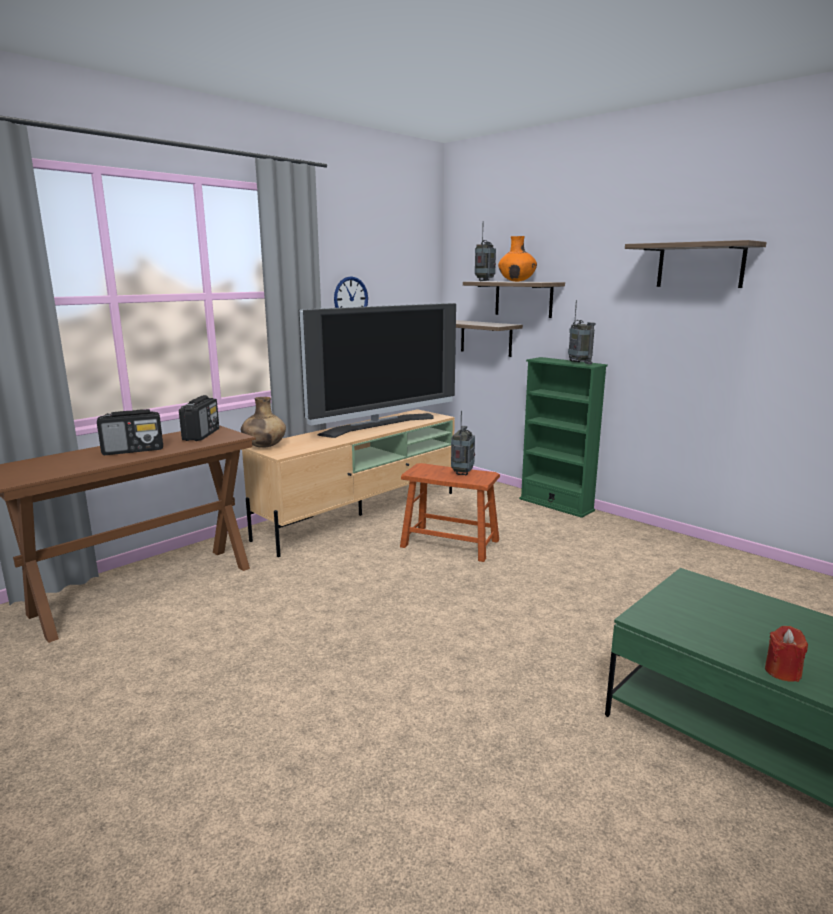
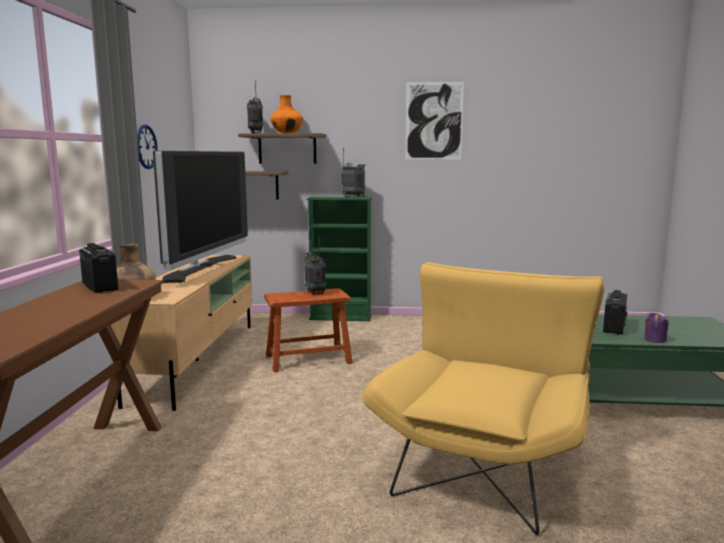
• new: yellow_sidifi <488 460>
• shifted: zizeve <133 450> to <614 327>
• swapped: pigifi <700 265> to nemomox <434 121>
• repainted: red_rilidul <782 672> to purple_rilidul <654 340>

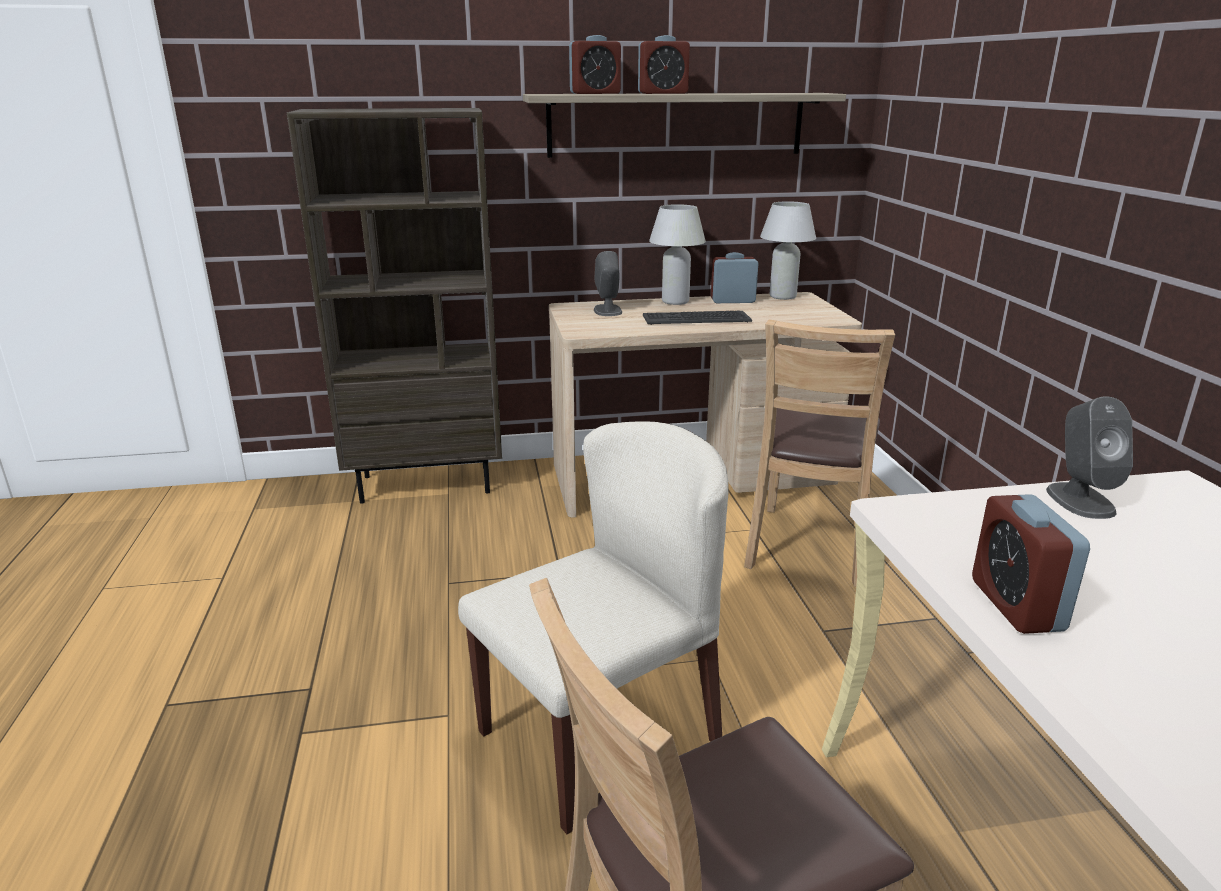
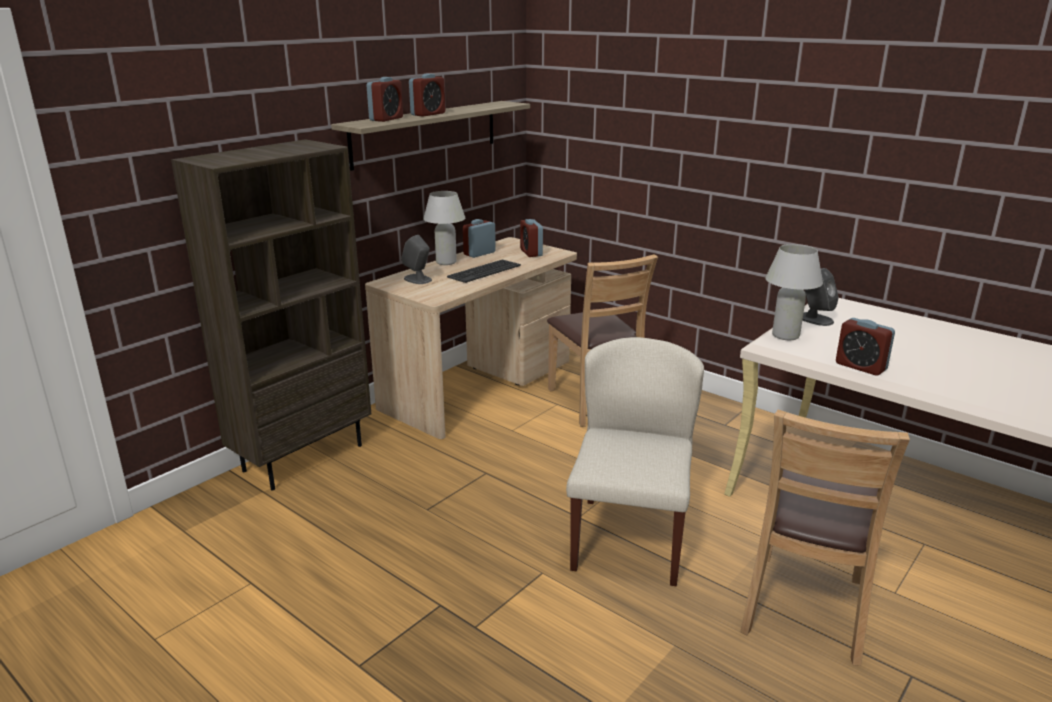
• new: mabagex <531 253>
• shifted: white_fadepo <782 296> to <785 336>

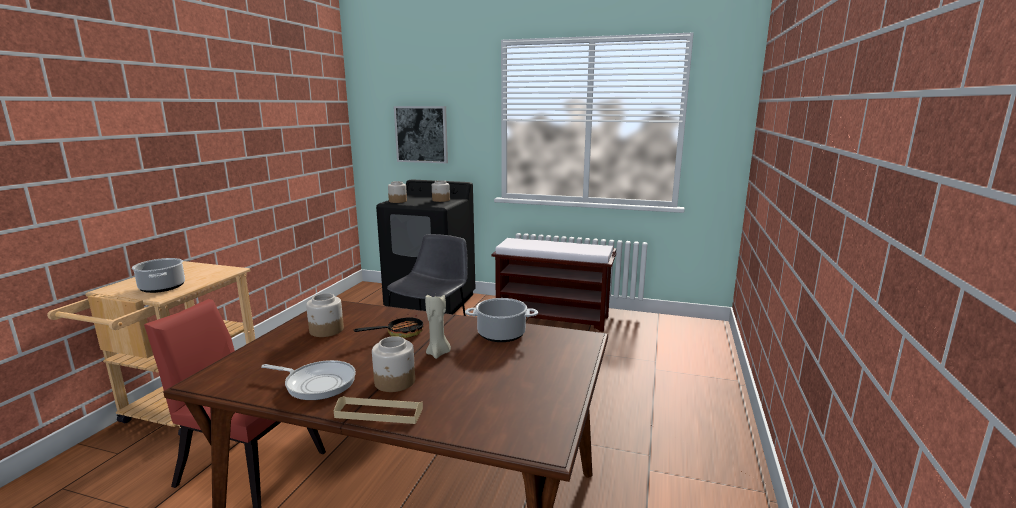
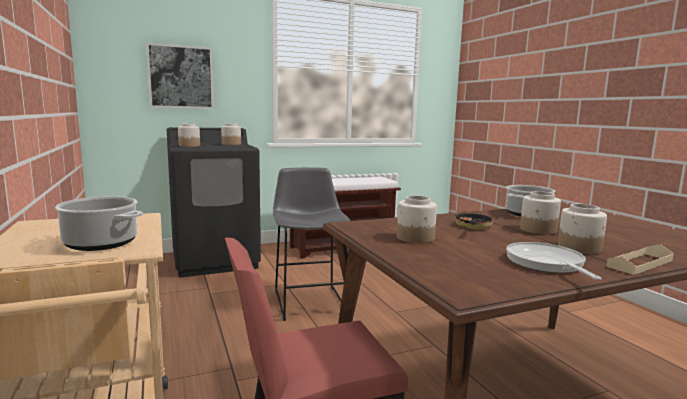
• swapped: beige_rilidul <438 353> to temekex <538 230>
• rotated: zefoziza <317 383> = <546 264> 75 degrees counterclockwise

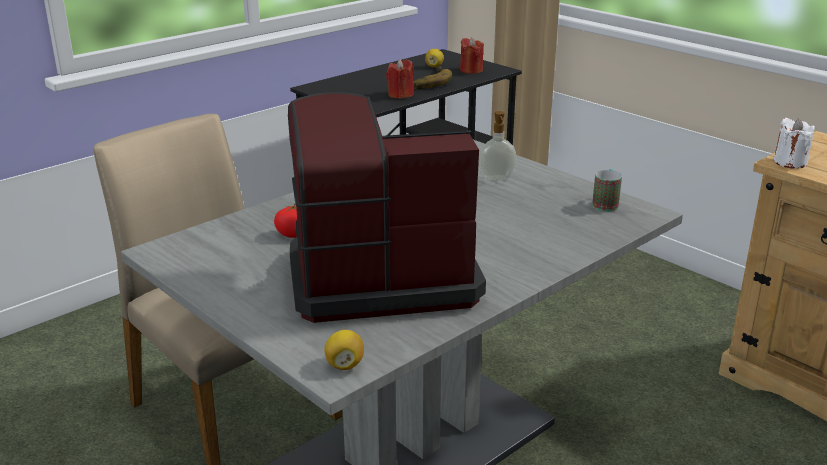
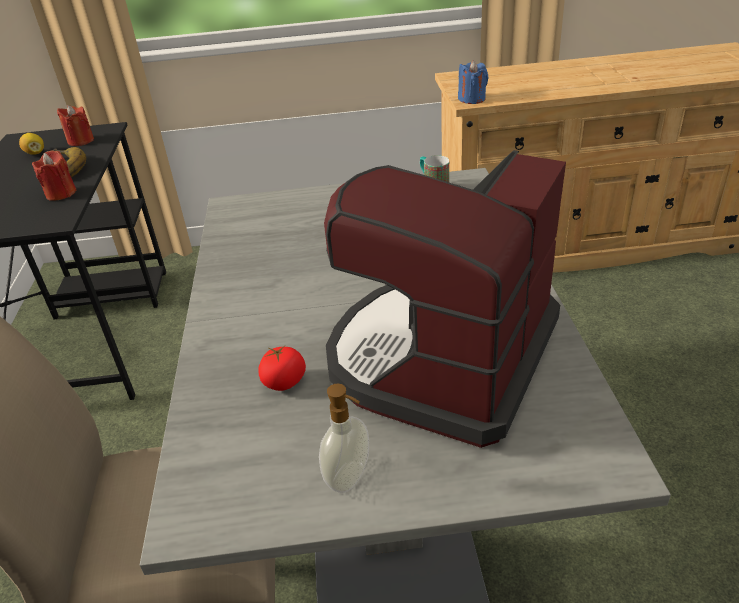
• gone: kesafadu <344 364>
• shifted: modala <496 179> to <350 477>
• repainted: white_rilidul <790 162> to blue_rilidul <472 99>

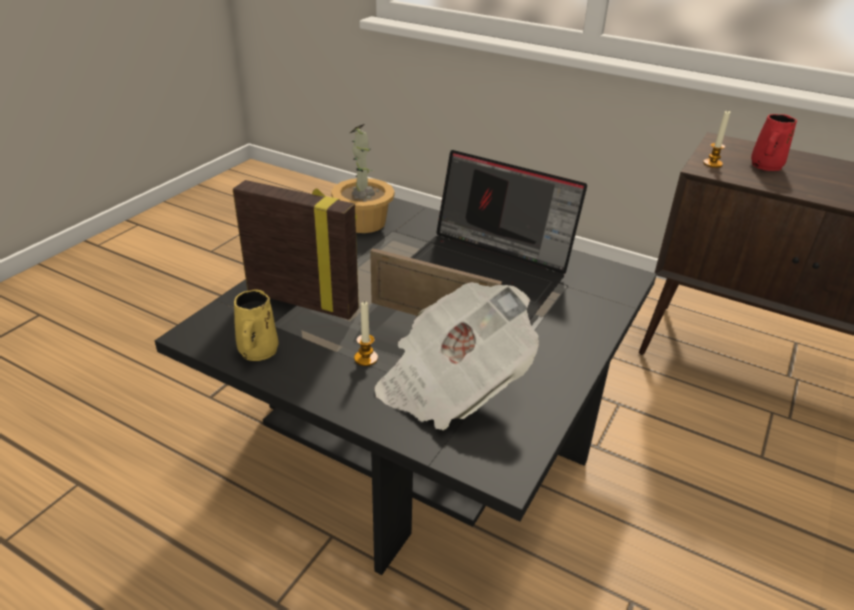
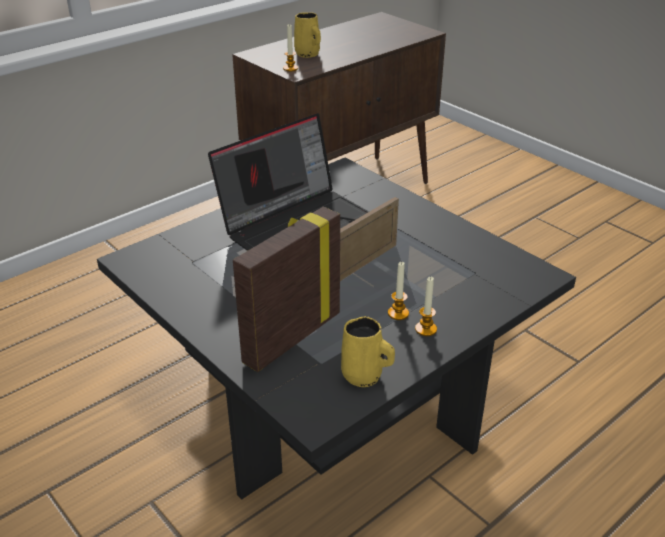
• gone: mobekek <364 222>
• gone: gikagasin <451 384>
• new: rilidul <426 329>
• repainted: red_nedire <765 166> to yellow_nedire <308 54>

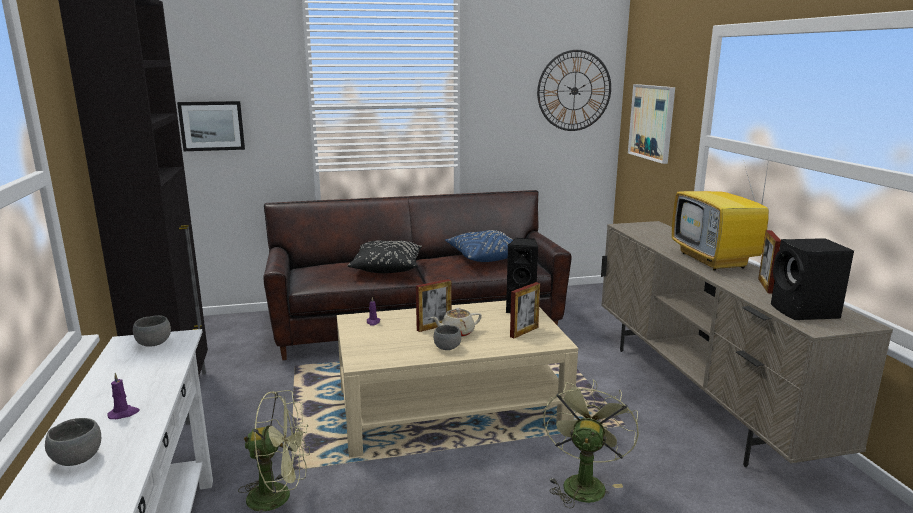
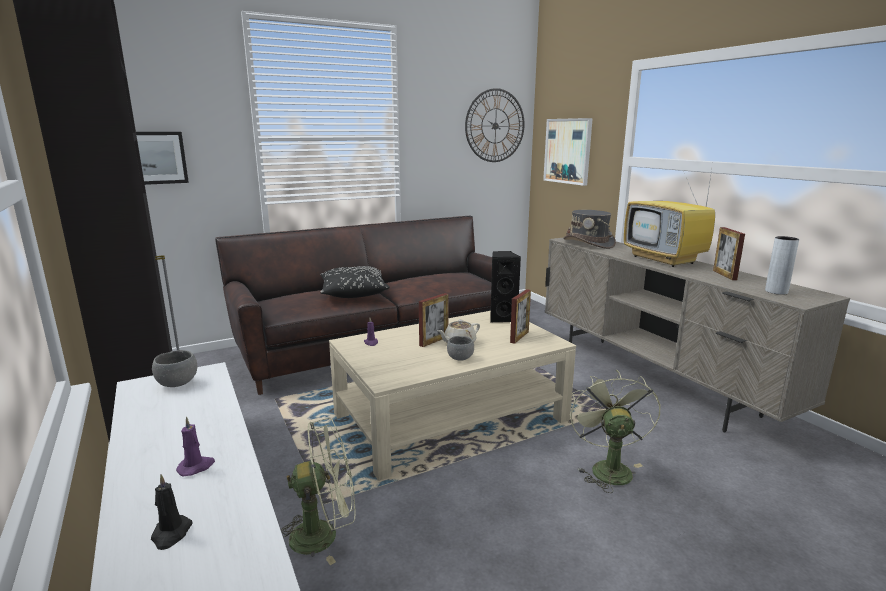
• gone: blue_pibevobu <484 257>
• new: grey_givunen <589 243>
• swapped: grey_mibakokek <77 459> to black_rilidul <171 534>
• swapped: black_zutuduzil <804 312> to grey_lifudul <776 291>

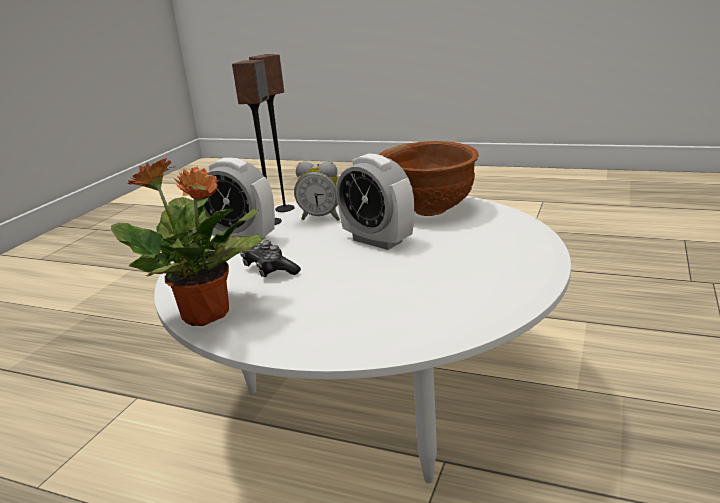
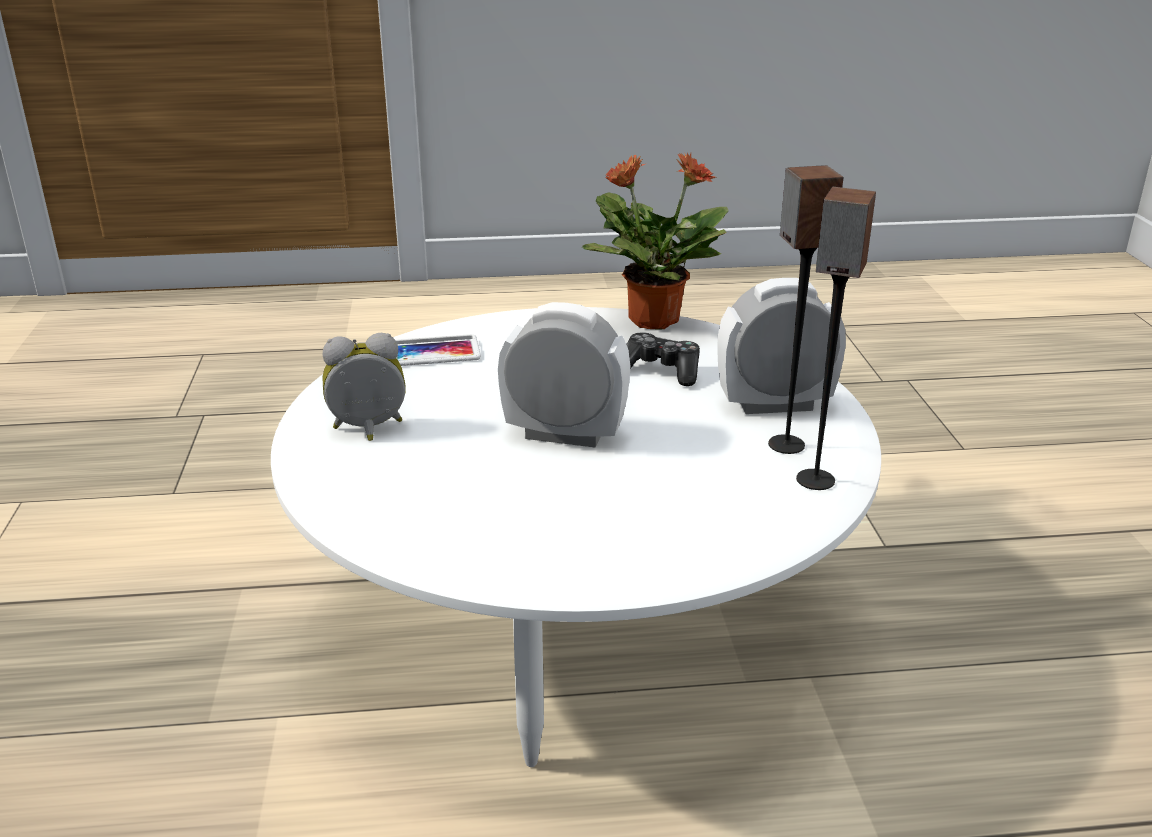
• gone: brown_mibakokek <429 211>
• new: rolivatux <434 352>
• shifted: mabagex <322 217> to <368 431>

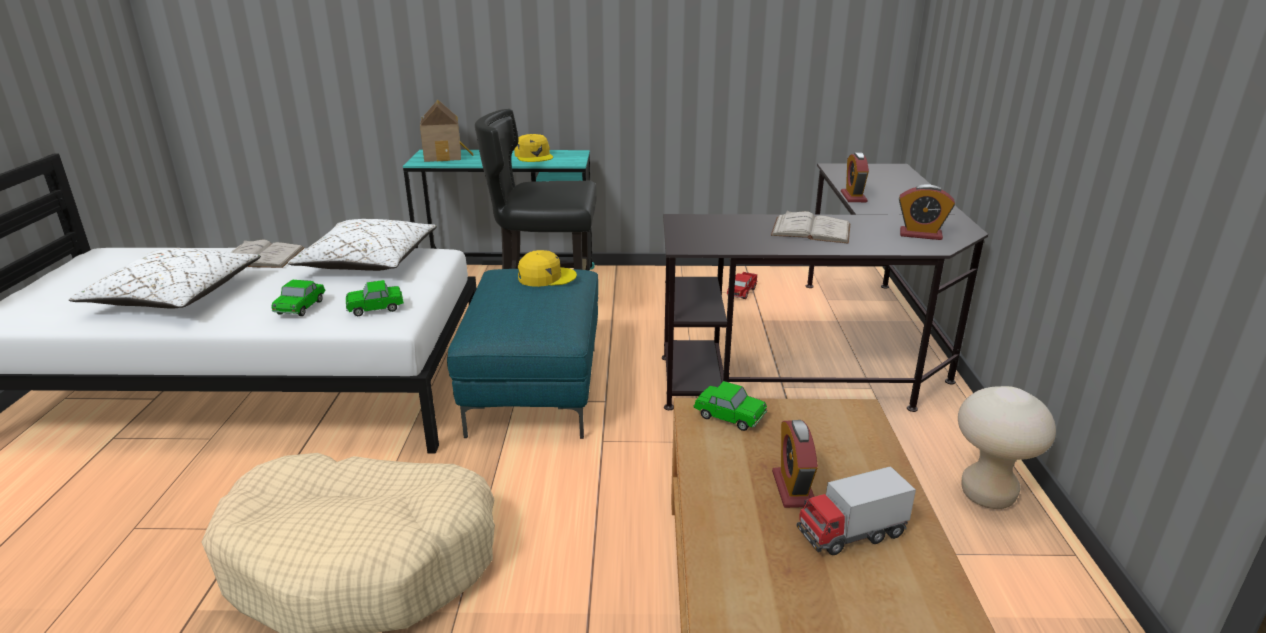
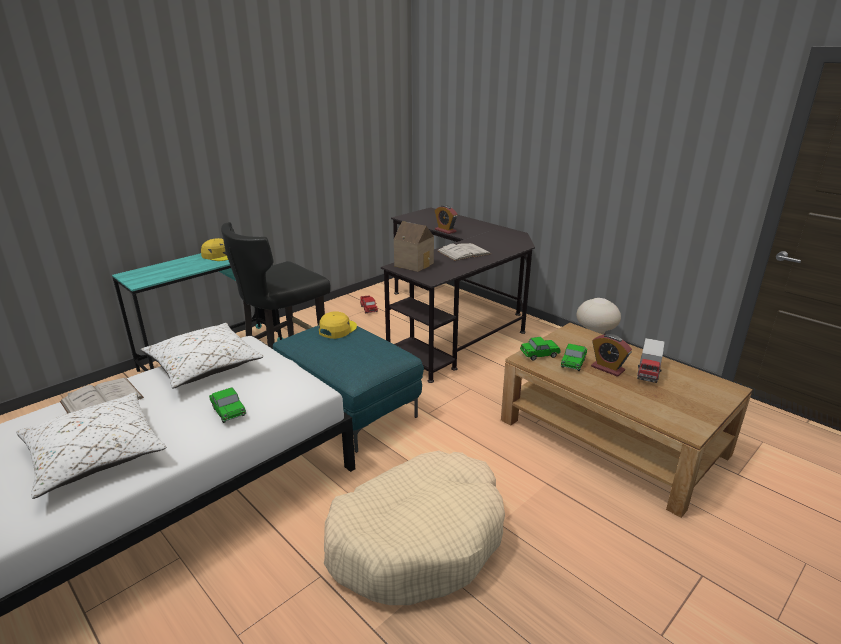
• gone: mabagex <920 234>
• shifted: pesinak <375 308> to <573 363>
• shifted: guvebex <445 156> to <414 264>

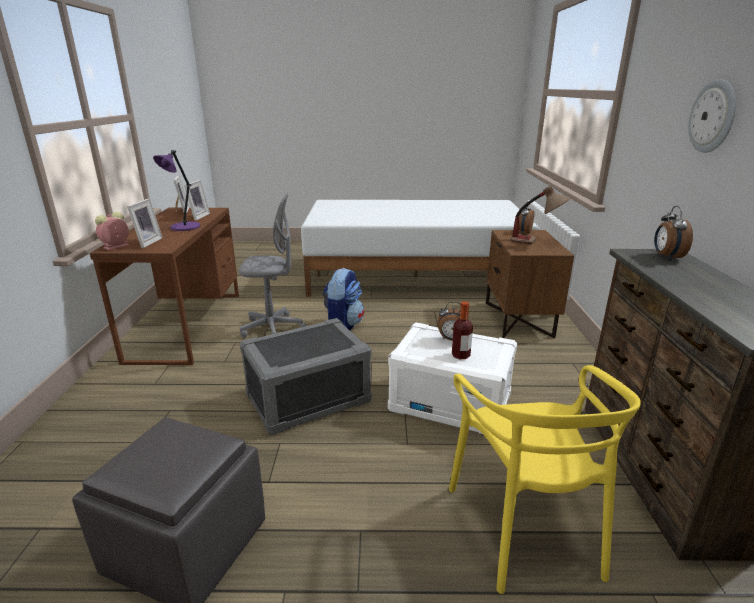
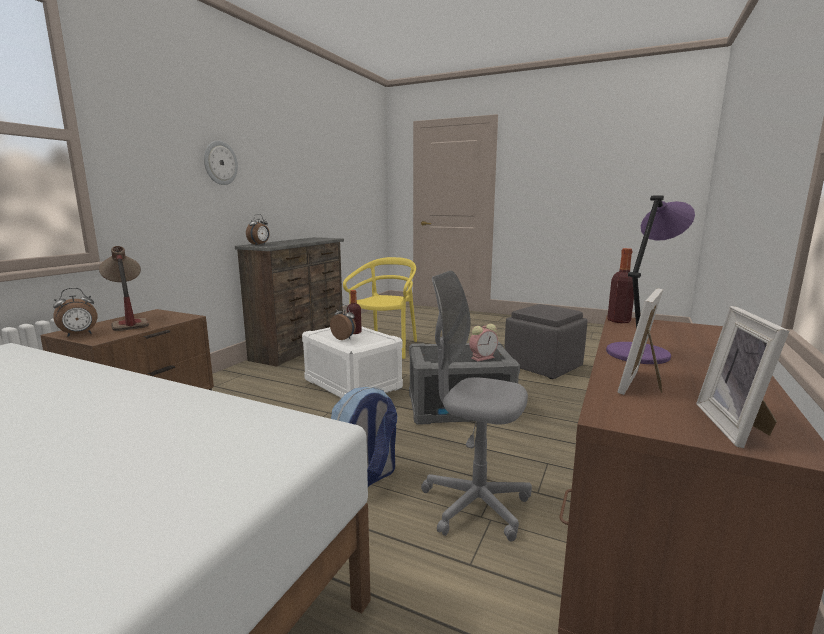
• gone: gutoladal <146 243>
• new: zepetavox <619 321>
• shifted: mabagex <115 247> to <483 357>

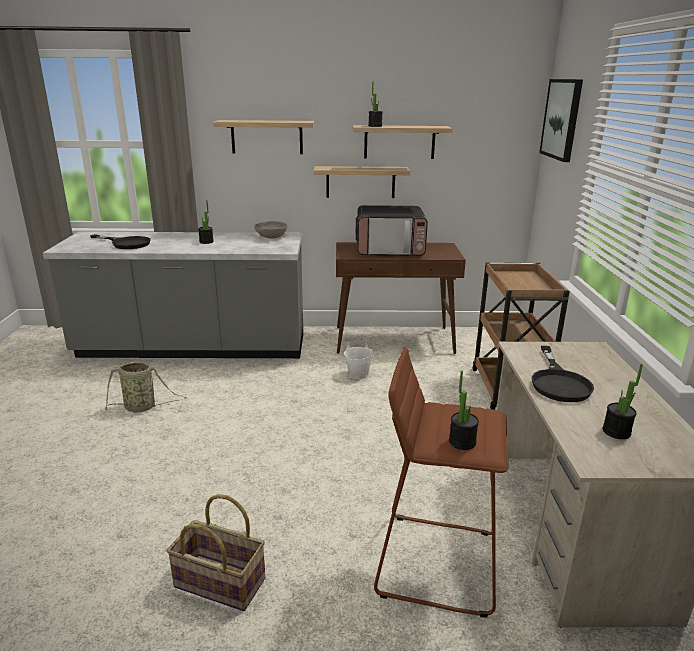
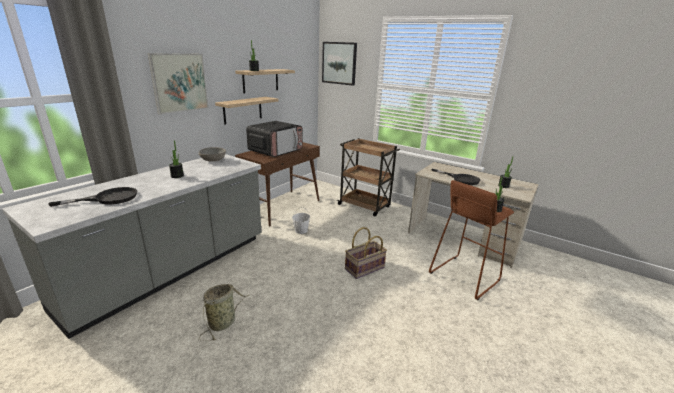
• shifted: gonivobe <218 583> to <364 268>
• swapped: pigifi <267 137> to nemomox <179 83>

